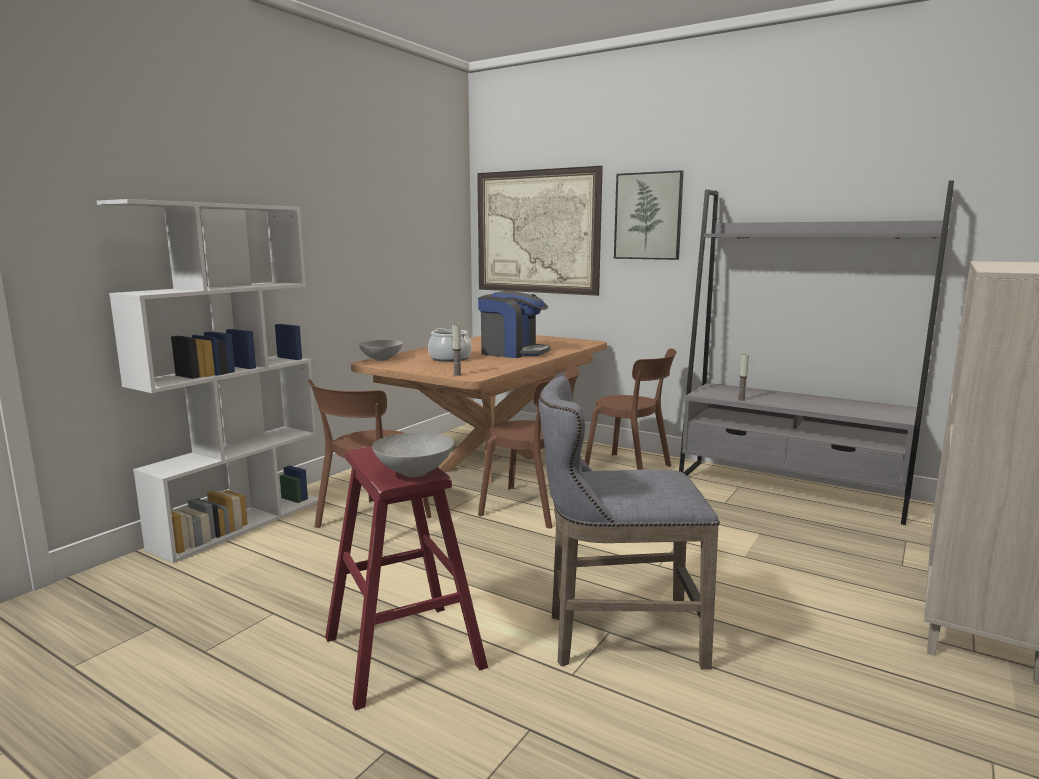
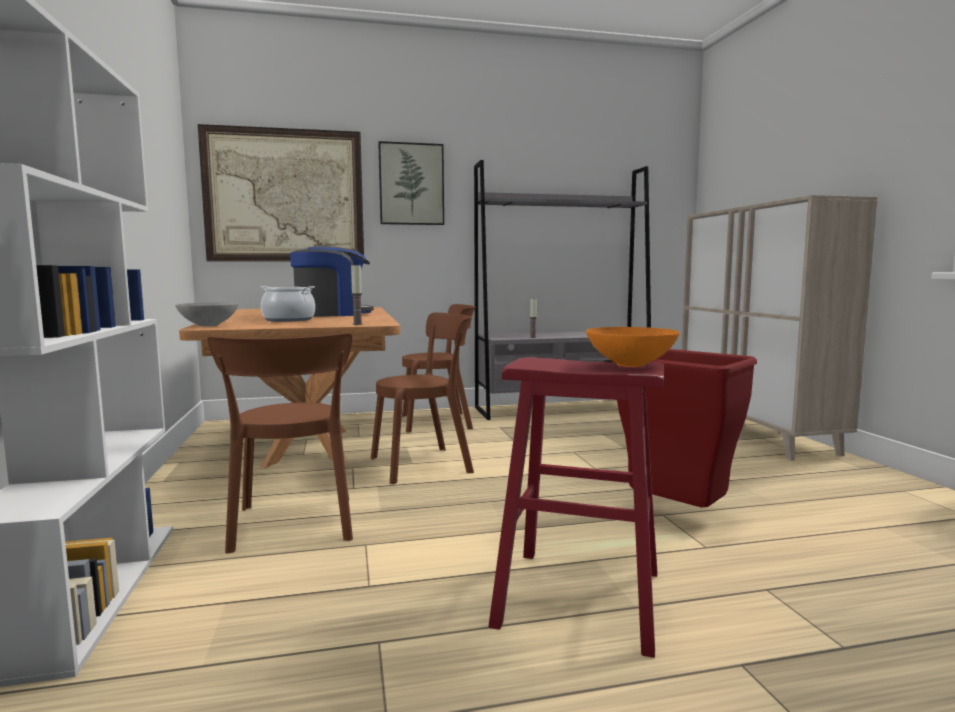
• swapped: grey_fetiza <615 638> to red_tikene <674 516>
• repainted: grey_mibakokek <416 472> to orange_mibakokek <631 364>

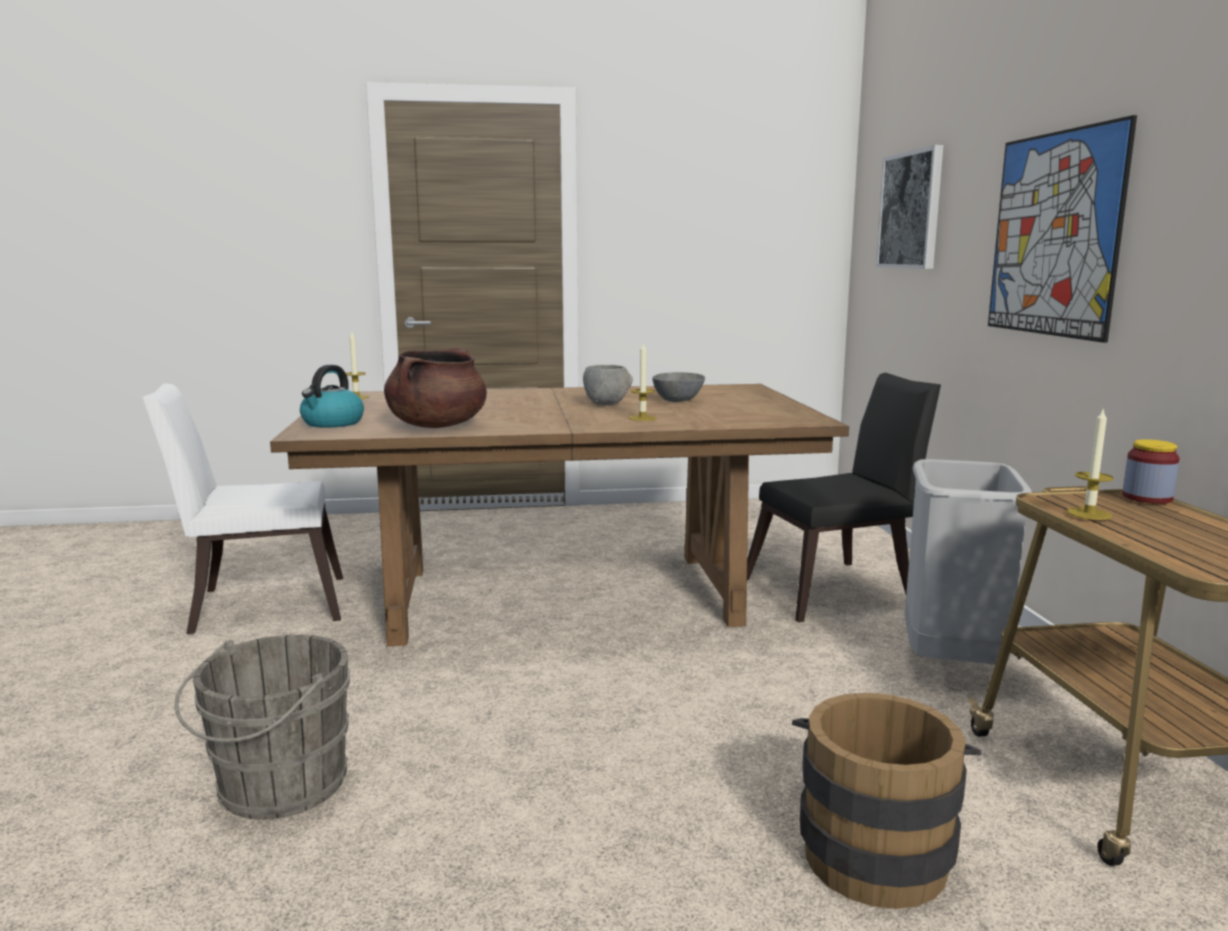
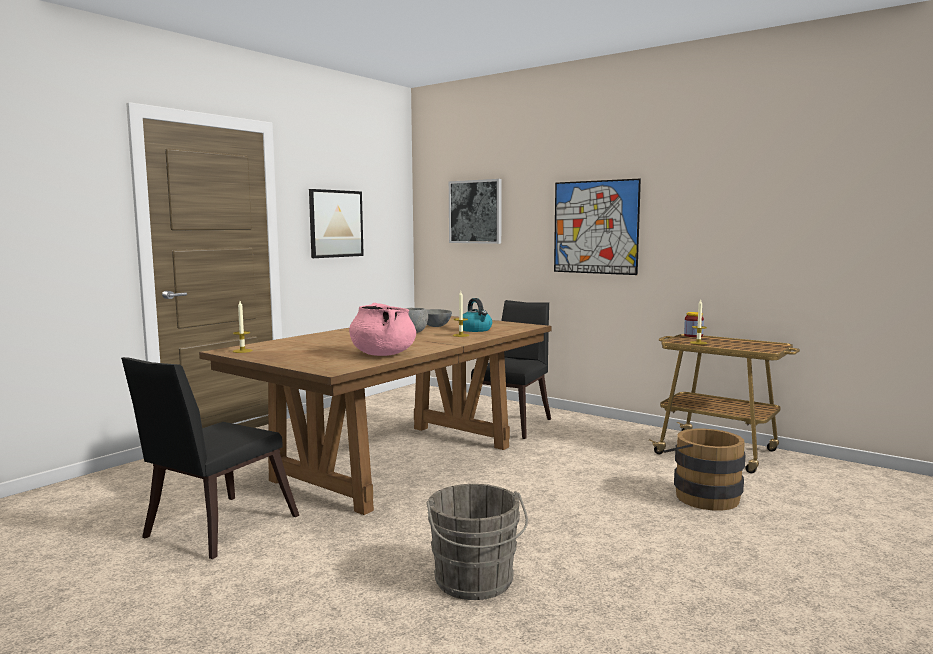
• gone: grey_tikene <953 663>
• new: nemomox <336 223>
• shifted: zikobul <332 423> to <476 330>
• repainted: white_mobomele <258 605> to black_mobomele <213 529>
• repainted: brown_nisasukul <437 426> to pink_nisasukul <383 354>

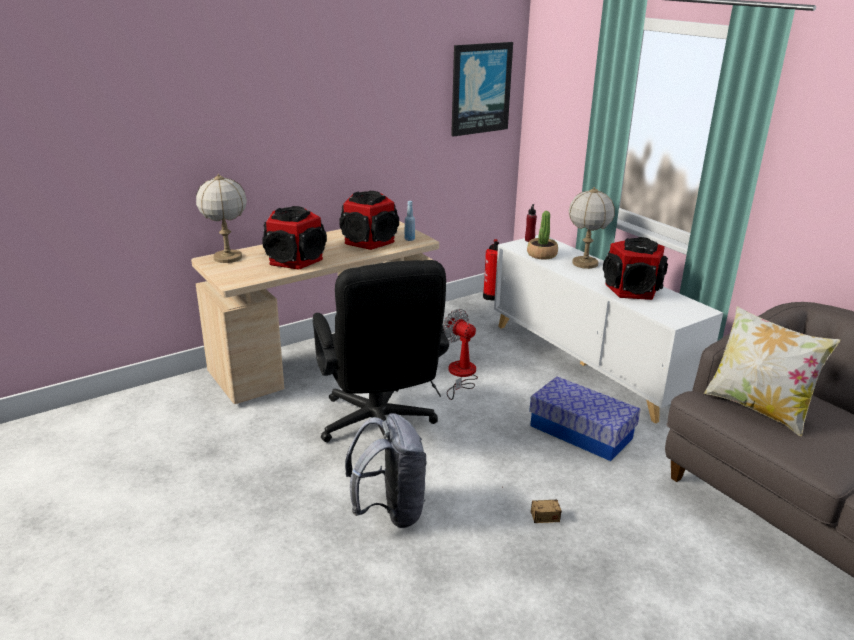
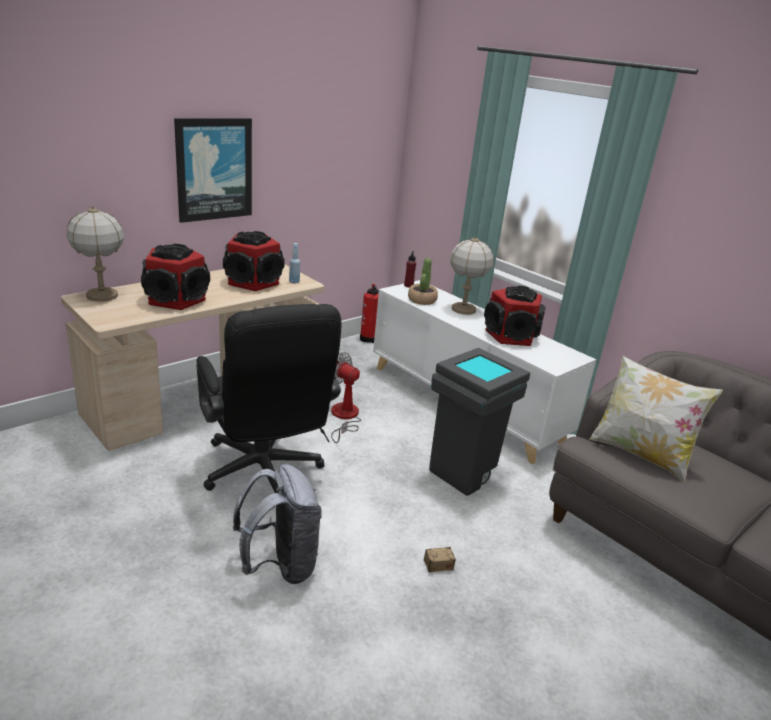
• shifted: nemomox <480 88> to <214 169>
• swapped: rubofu <581 432> to grey_tikene <464 474>

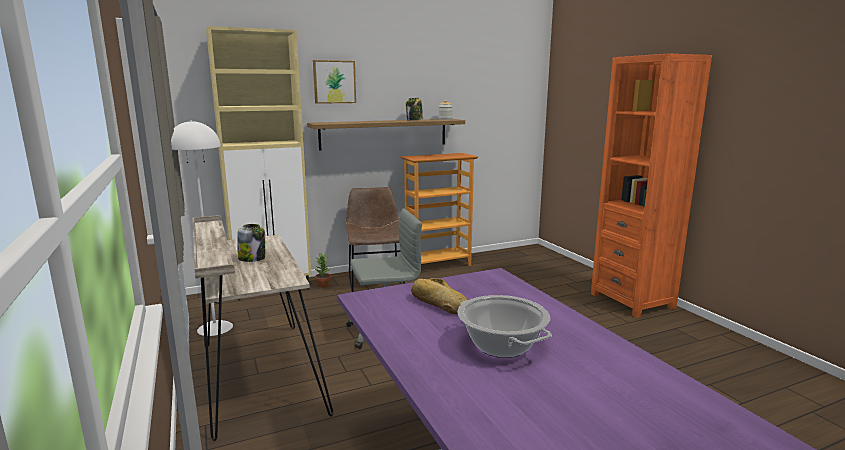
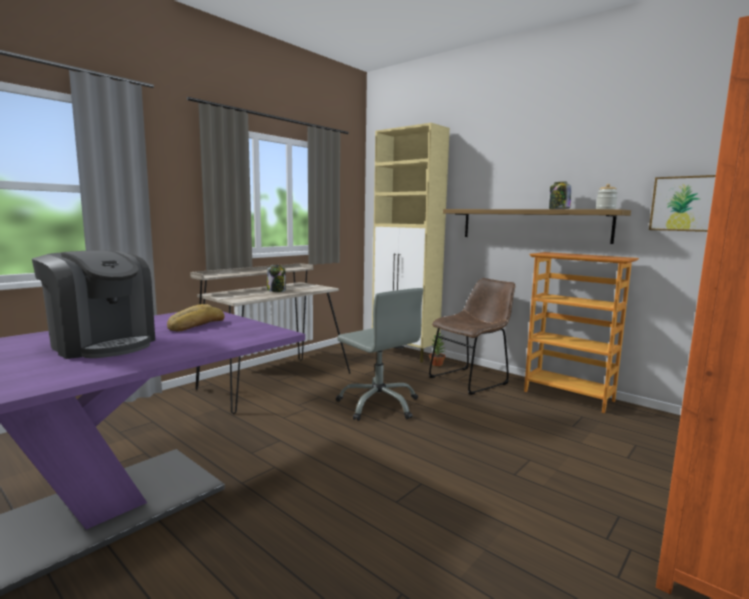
• gone: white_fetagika <215 328>
• shifted: nemomox <334 82> to <683 204>
• swapped: nisasukul <501 345> to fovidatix <102 344>

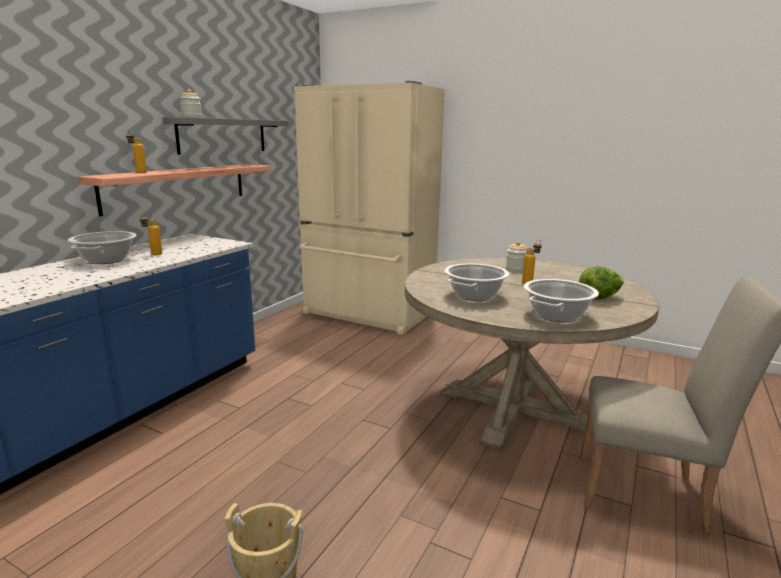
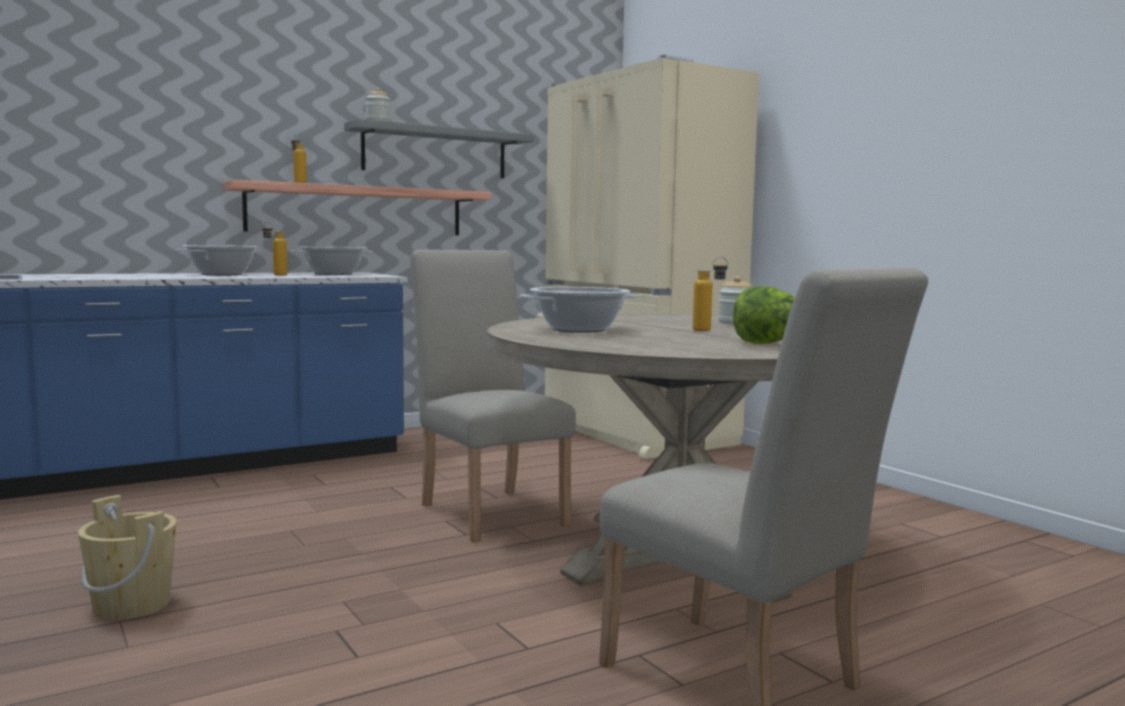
• new: beige_mobomele <489 510>
• shifted: nisasukul <557 315> to <333 274>

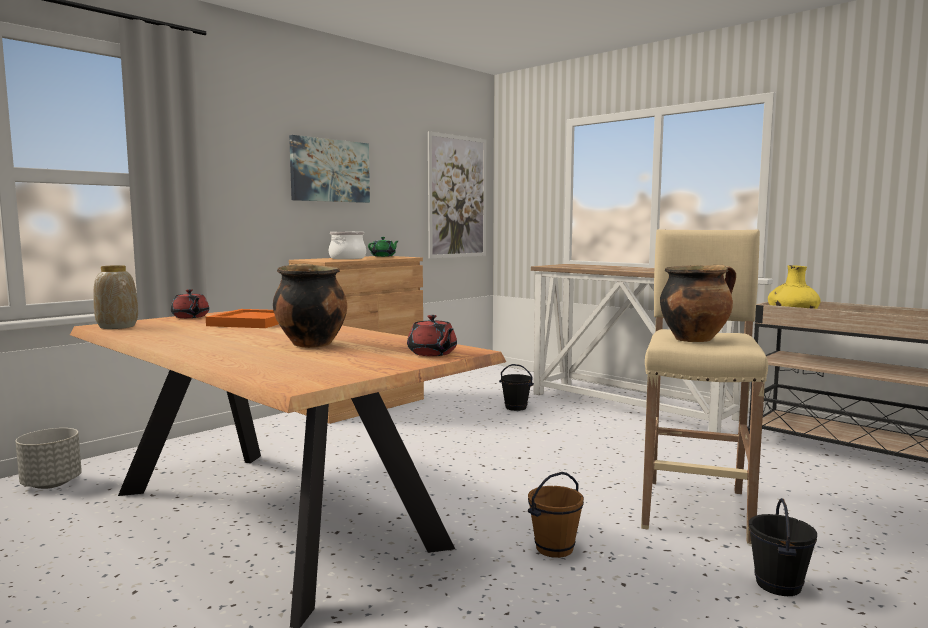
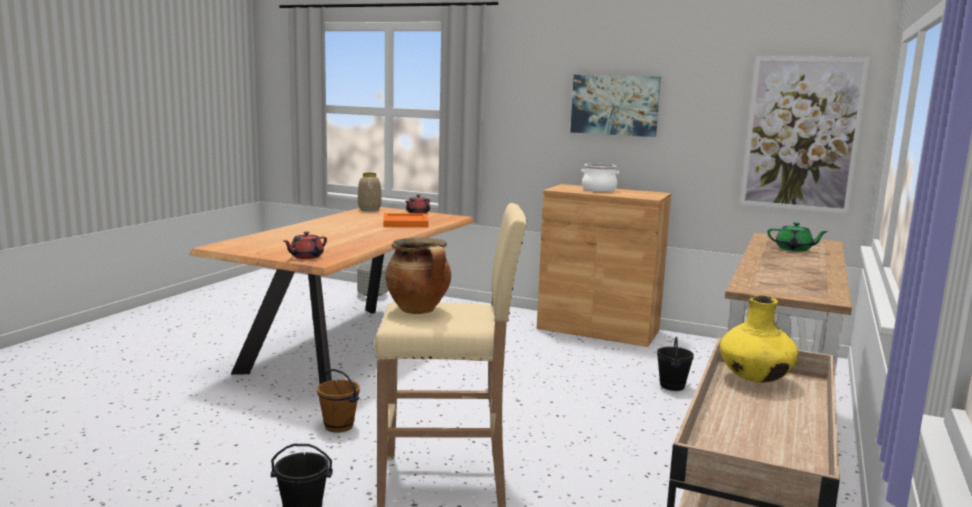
• gone: nisasukul <310 344>
• shifted: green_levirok <383 256> to <794 249>

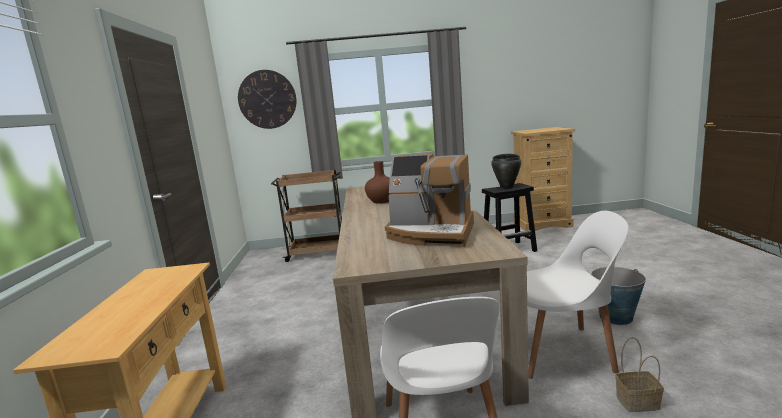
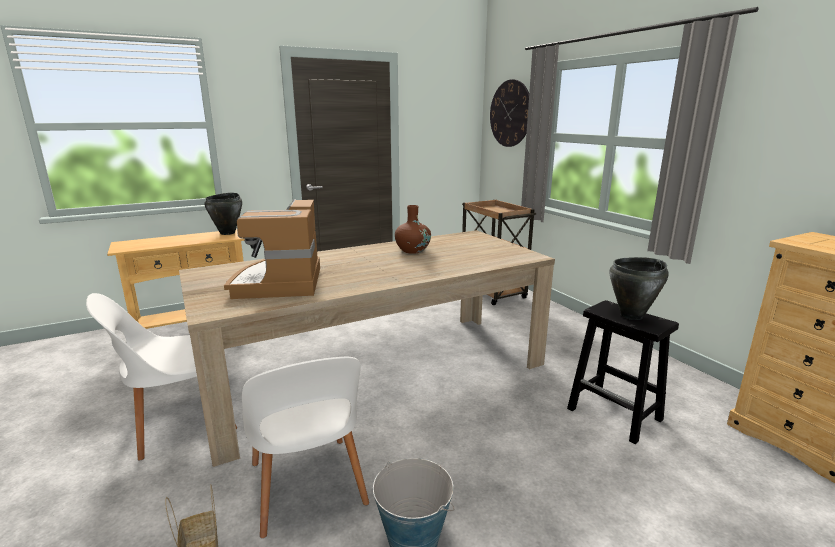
• new: black_nisasukul <228 233>

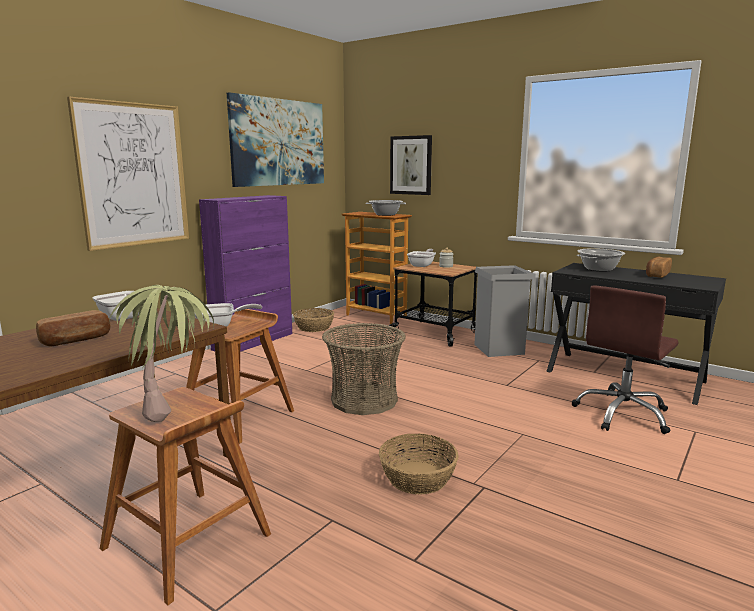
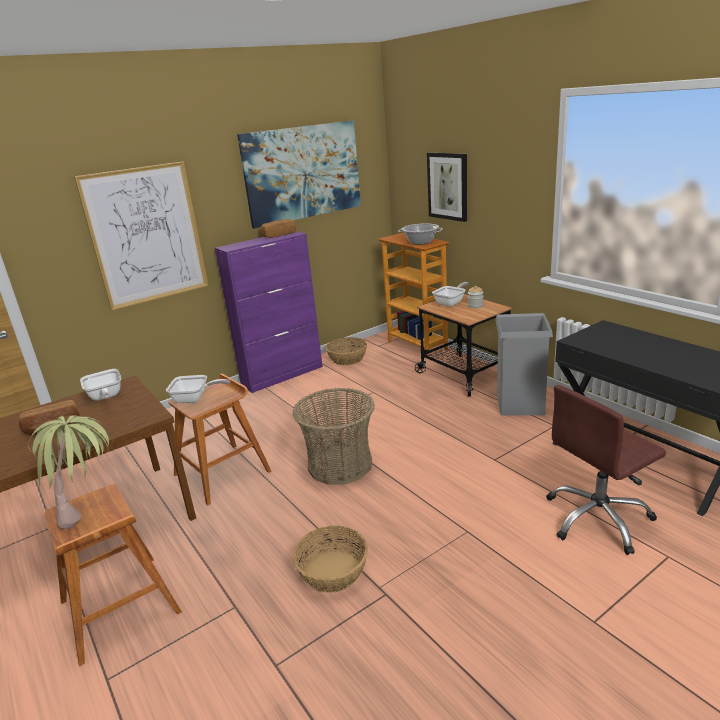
• gone: nisasukul <599 269>
• shifted: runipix <657 275> to <278 235>

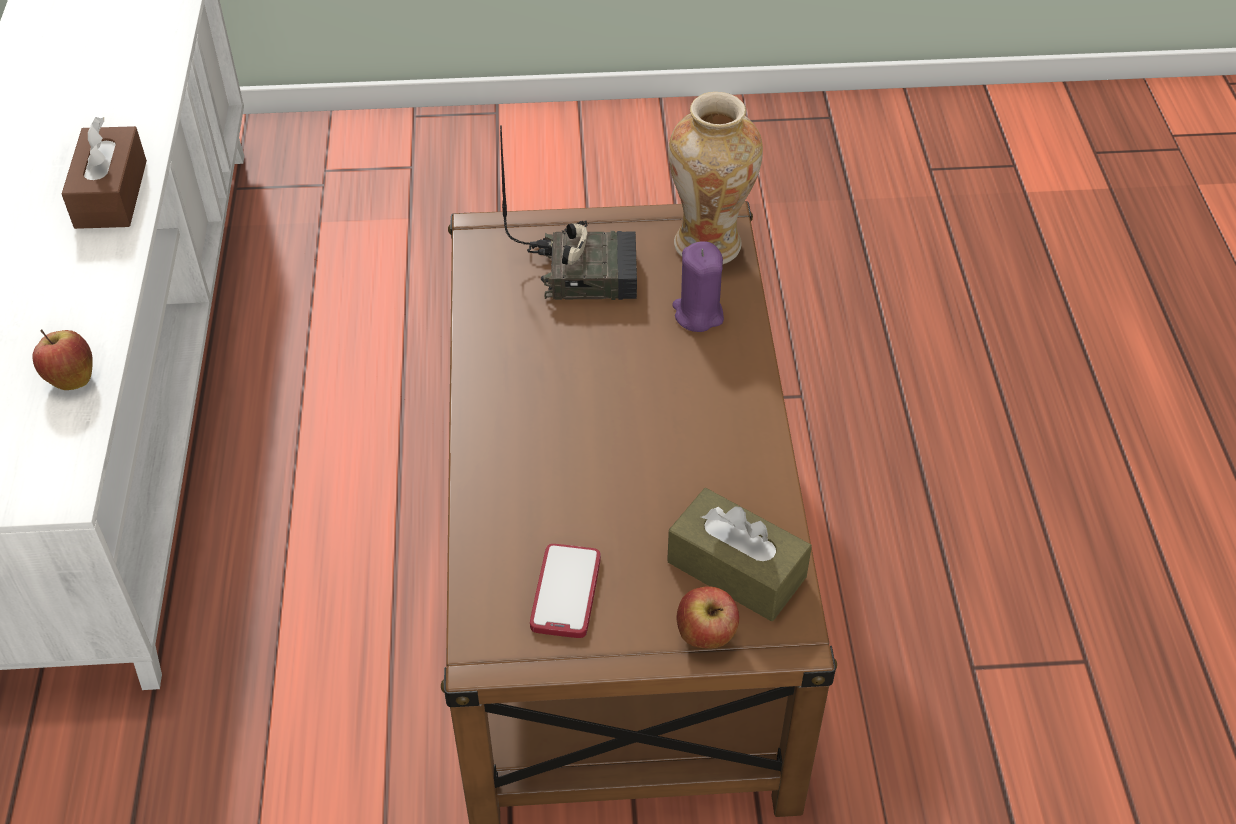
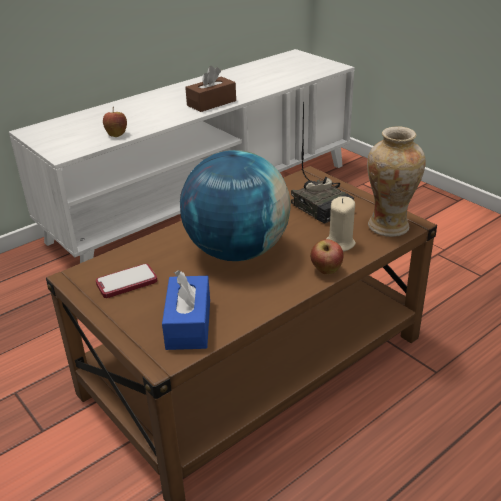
• new: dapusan <237 252>
• shifted: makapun <706 637> to <326 271>
• repainted: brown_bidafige <736 569> to blue_bidafige <188 324>
• repainted: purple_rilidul <698 314> to beige_rilidul <340 243>

